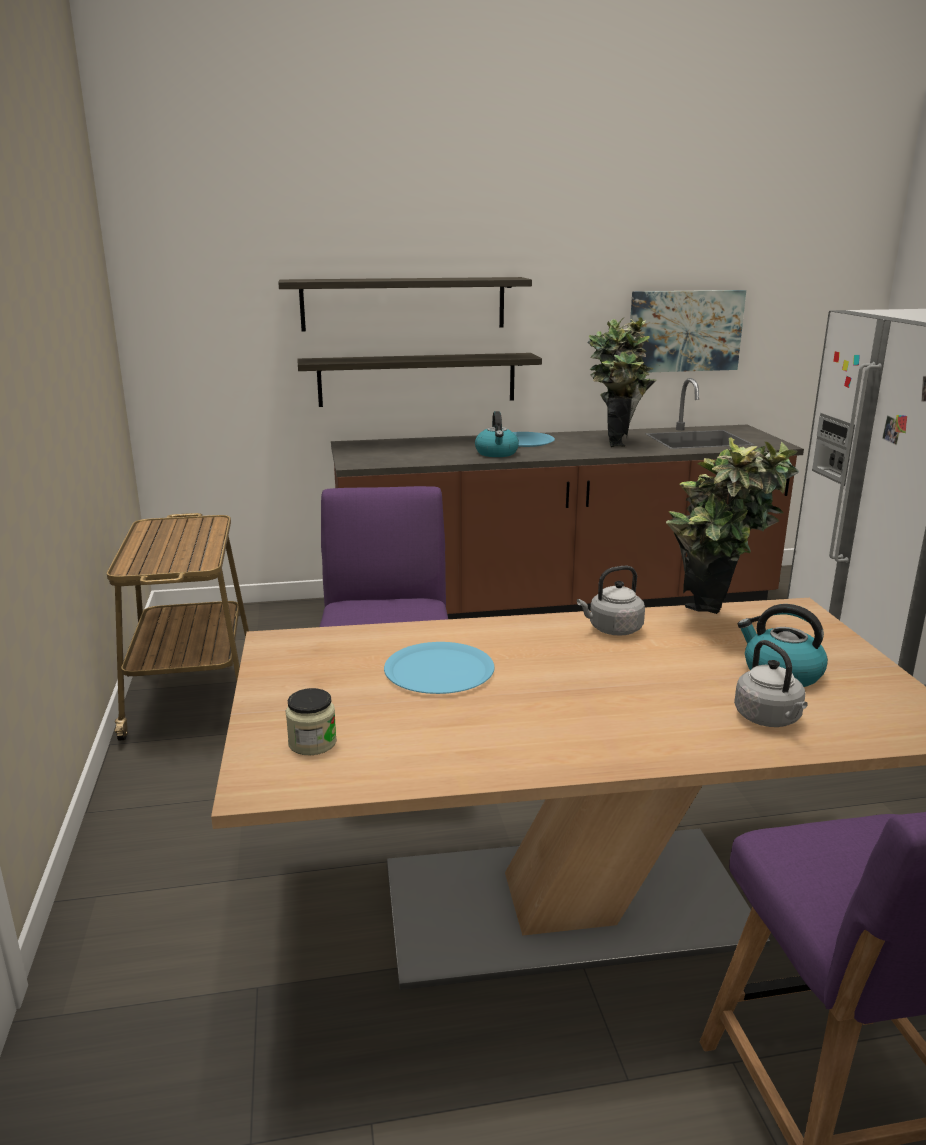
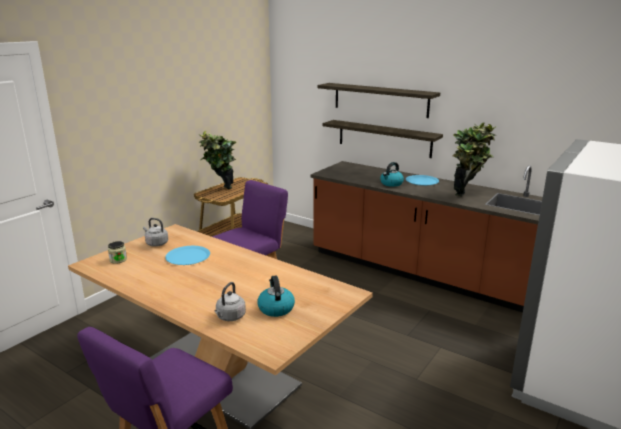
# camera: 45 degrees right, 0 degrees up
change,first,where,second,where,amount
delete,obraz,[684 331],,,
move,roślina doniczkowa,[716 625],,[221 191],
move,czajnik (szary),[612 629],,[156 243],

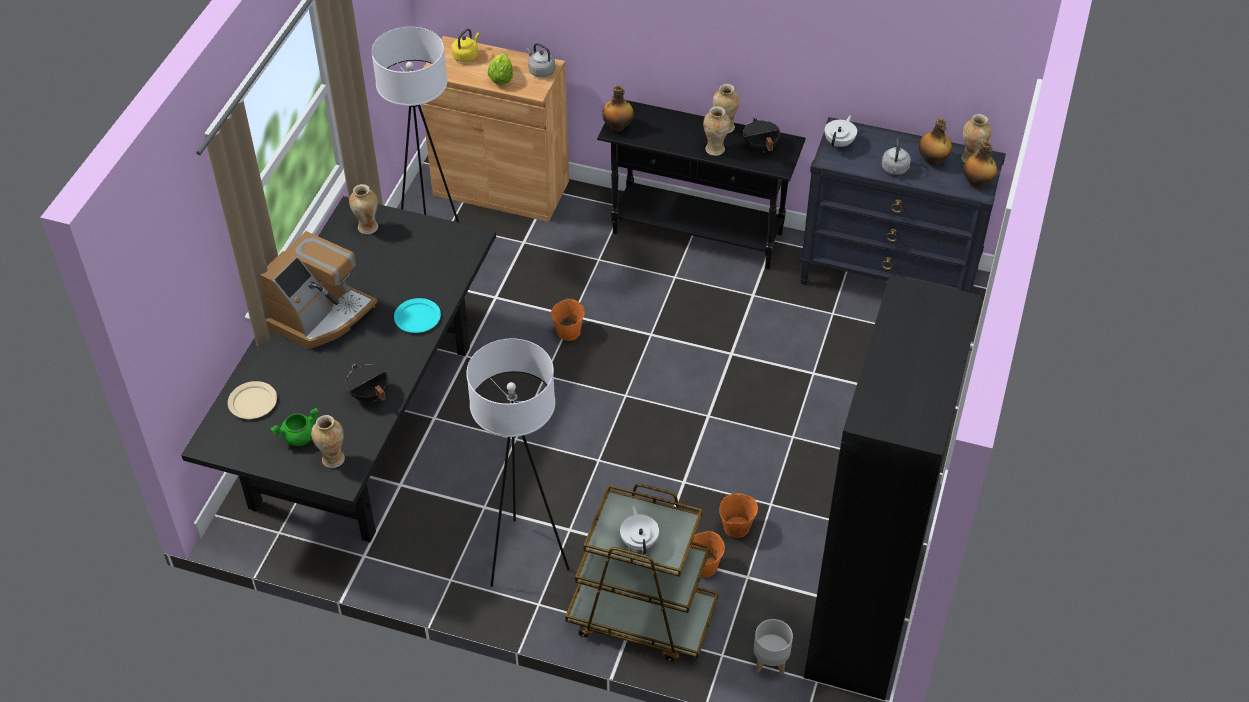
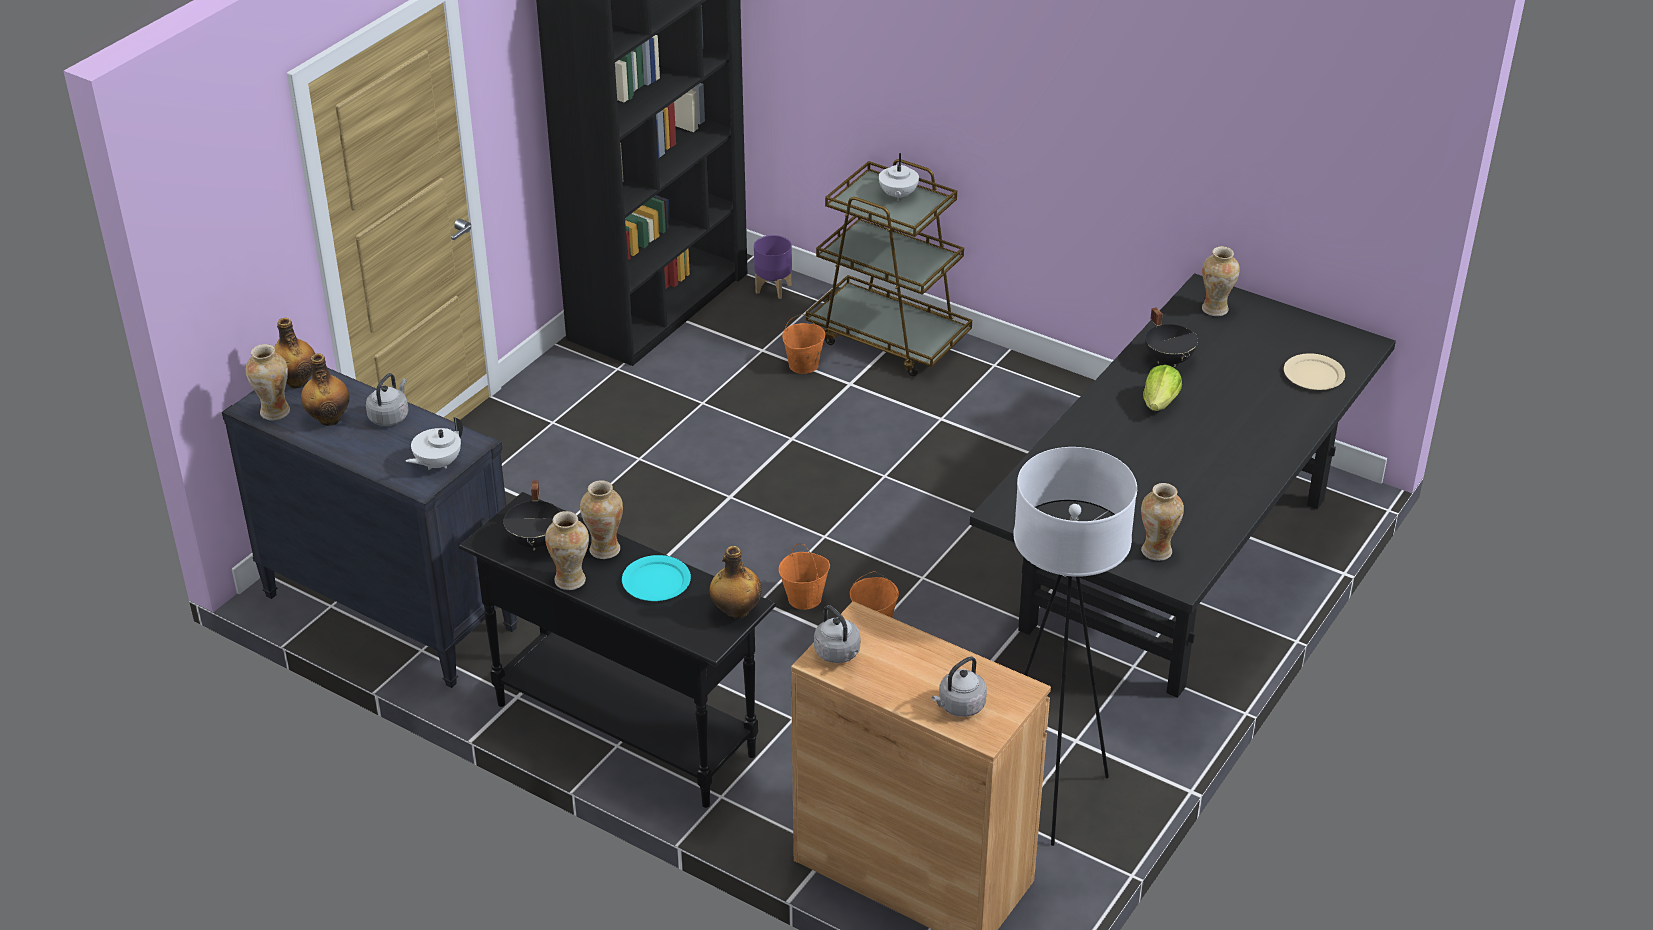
# camera: 165 degrees left, 10 degrees down
change,first,where,second,where,amount
recolor,czajnik (żółty),[466 56],czajnik (szary),[959 706],
move,sałata,[501 78],,[1160 403],
delete,ekspres do kawy,[321 316],,,
move,talerz (turkusowy),[417 318],,[656 581],
delete,lampa stojąca (biały),[524 557],,,
delete,garnek (zielony),[299 437],,,
move,wiadro (pomarańczowy),[736 527],,[805 598],
recolor,donica (szary),[770 662],donica (fioletowy),[773 288],

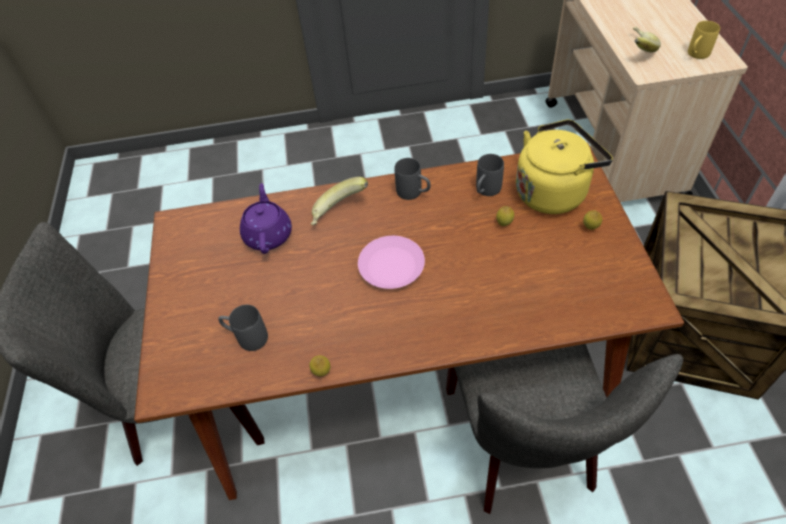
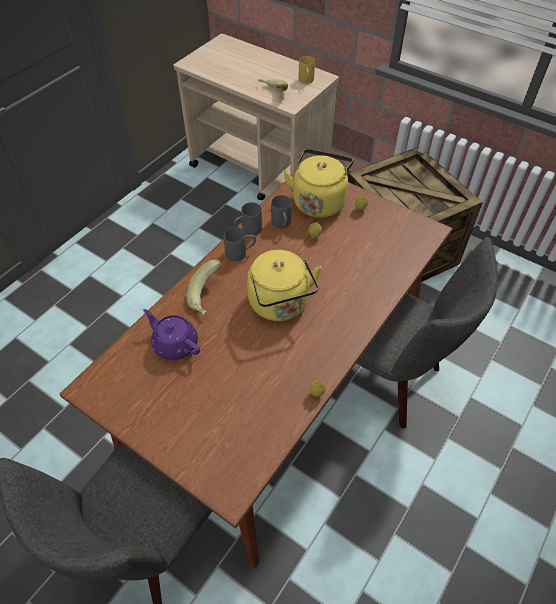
# camera: 50 degrees left, 0 degrees up
change,first,where,second,where,amount
replace,talerz (różowy),[391 267],czajnik (żółty),[281 305],
move,kubek (szary),[246 337],,[248 230],

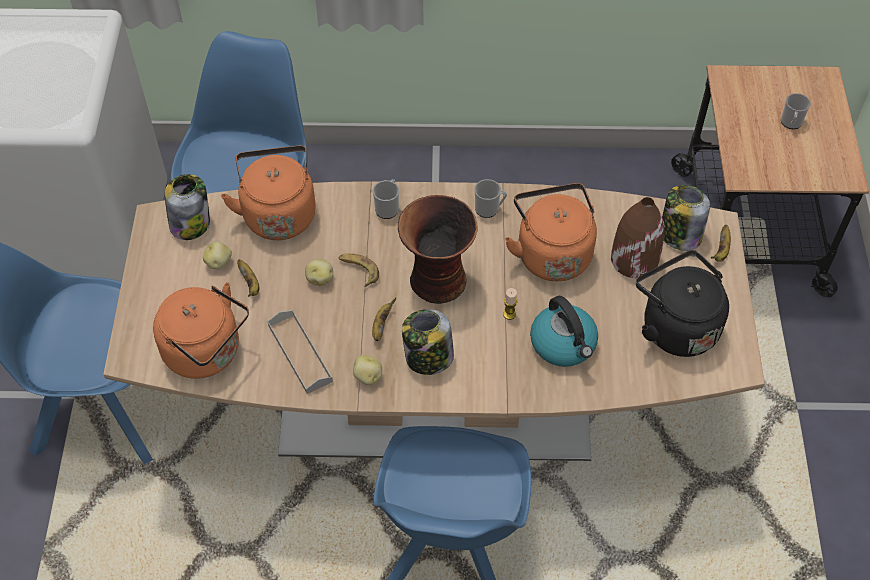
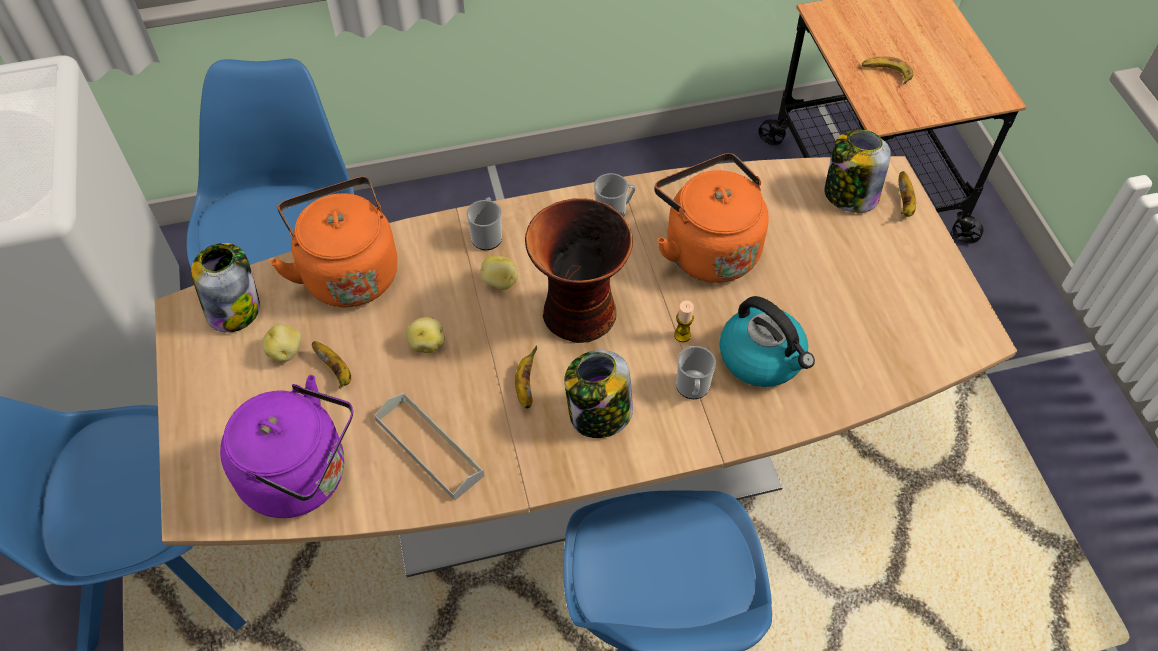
# camera: 15 degrees left, 0 degrees up
change,first,where,second,where,amount
move,kubek,[791 123],,[692 389],
delete,wazon (brązowy),[634 259],,,
delete,czajnik (czarny),[675 326],,,
move,banan,[358 270],,[886 73],
recolor,czajnik (pomarańczowy),[207 352],czajnik (fioletowy),[302 476],
move,ziemniak,[368 377],,[500 282],

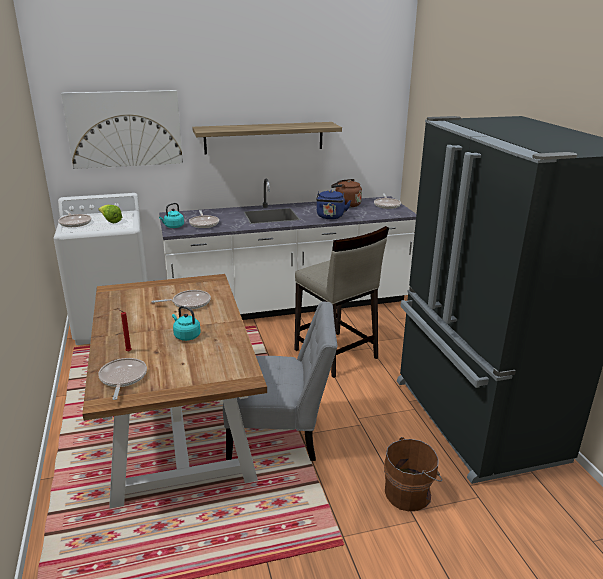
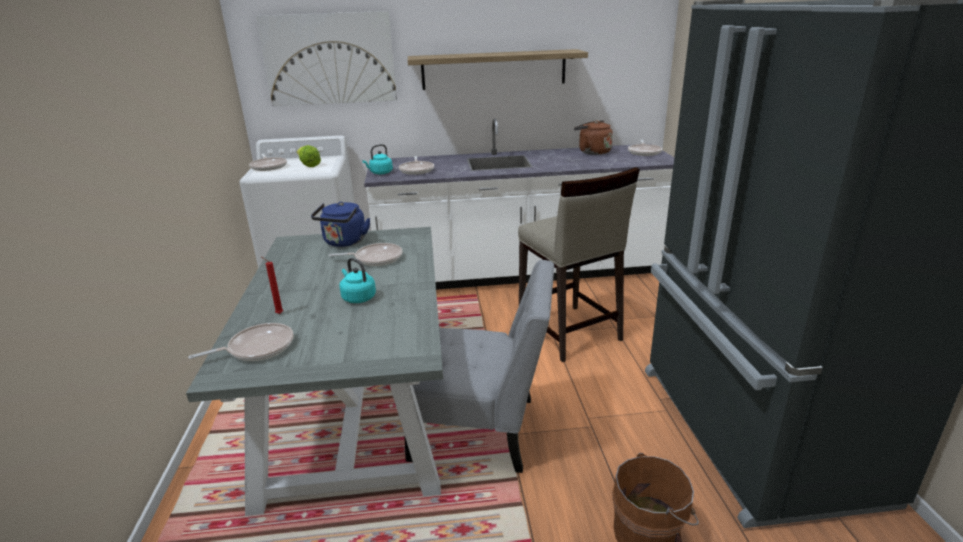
# camera: 10 degrees right, 0 degrees up
change,first,where,second,where,amount
move,czajnik (niebieski),[330 217],,[344 242],
recolor,stół jadalny (brązowy),[177 424],stół jadalny (szary),[357 409],
rotate,patelnia,[122 378],,[257 348],60 degrees clockwise

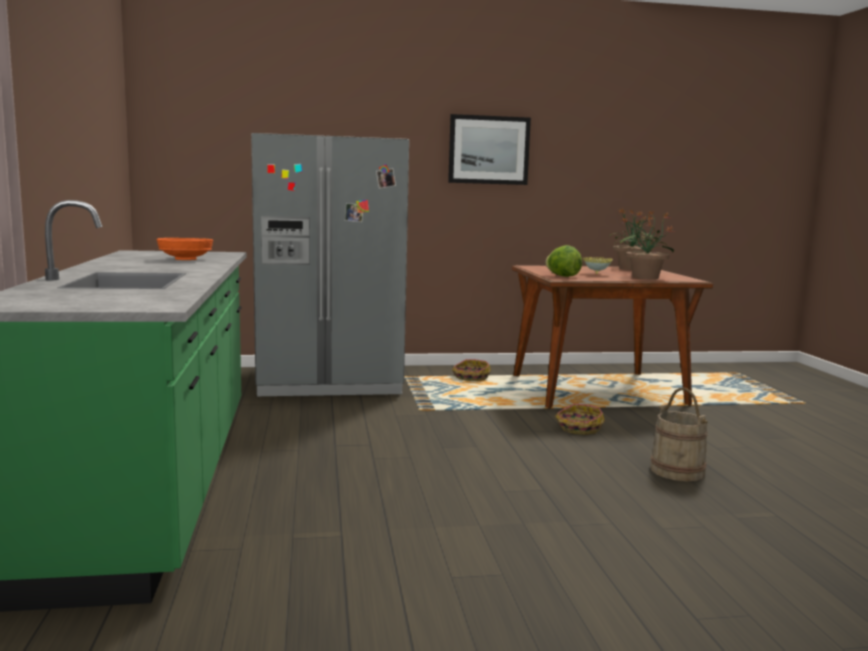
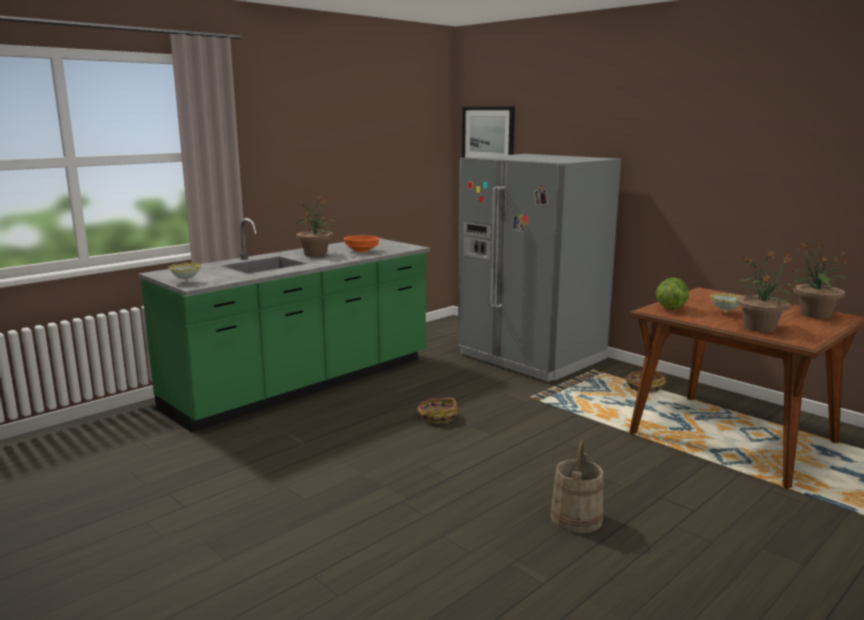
# camera: 55 degrees right, 5 degrees up
change,first,where,second,where,amount
move,obraz,[488 150],,[488 134],
move,koszyk,[578 428],,[437 417],
insert,,,roślina doniczkowa,[316 254],
insert,,,miska,[186 282],

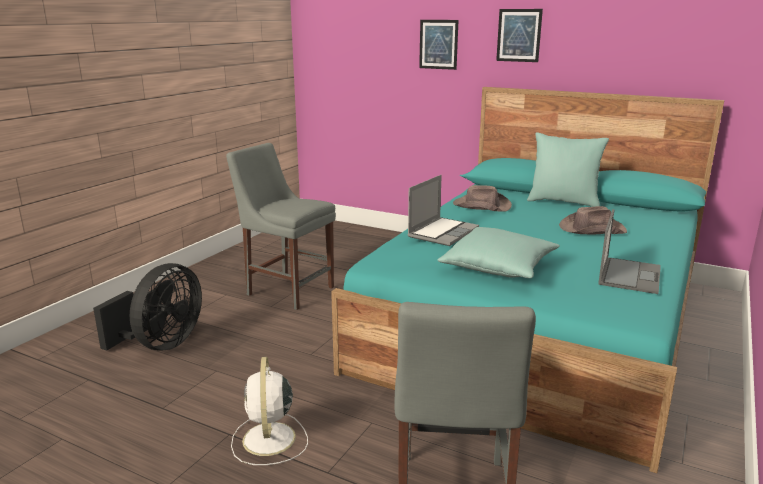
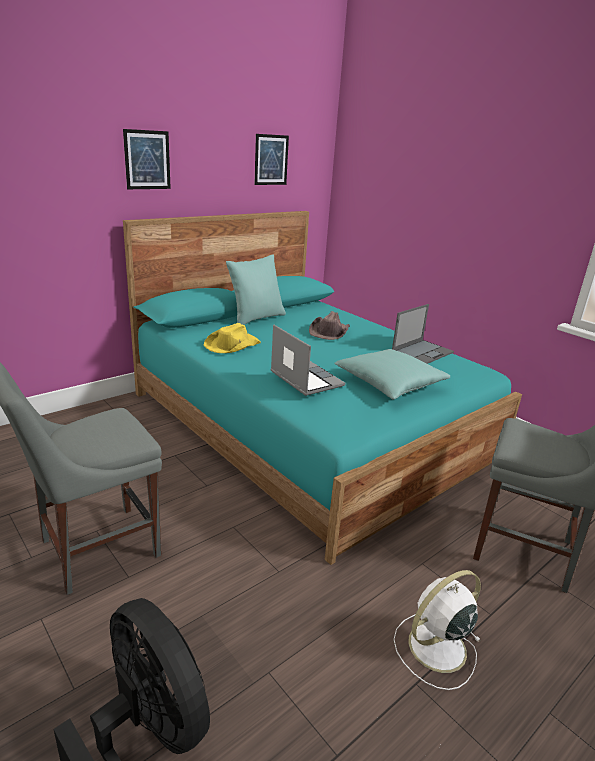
# camera: 70 degrees left, 5 degrees up
change,first,where,second,where,amount
move,obraz,[438 44],,[271 160],
recolor,kapelusz (brązowy),[481 205],kapelusz (żółty),[232 345],
rotate,laptop,[629 275],,[422 352],90 degrees clockwise
rotate,wentylator (biały),[269 440],,[435 648],135 degrees clockwise

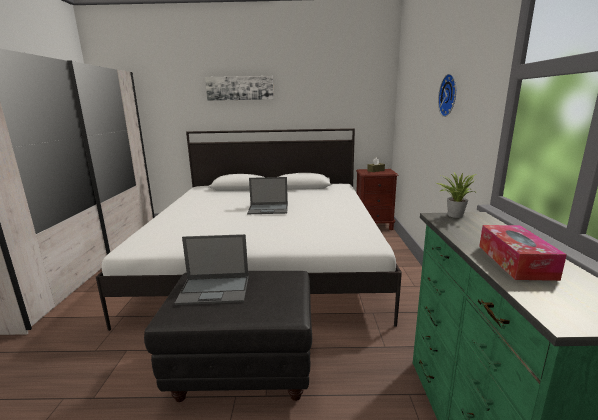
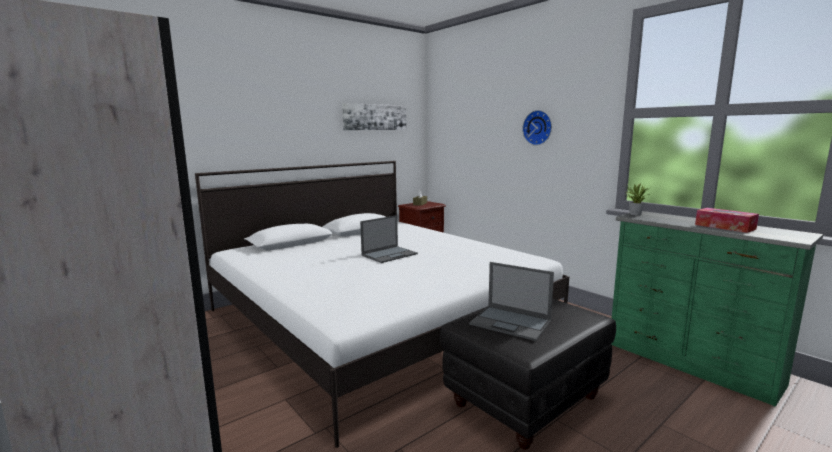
# camera: 40 degrees left, 5 degrees down
change,first,where,second,where,amount
move,obraz,[240 88],,[375 117],
rotate,laptop,[215 290],,[511 323],75 degrees clockwise

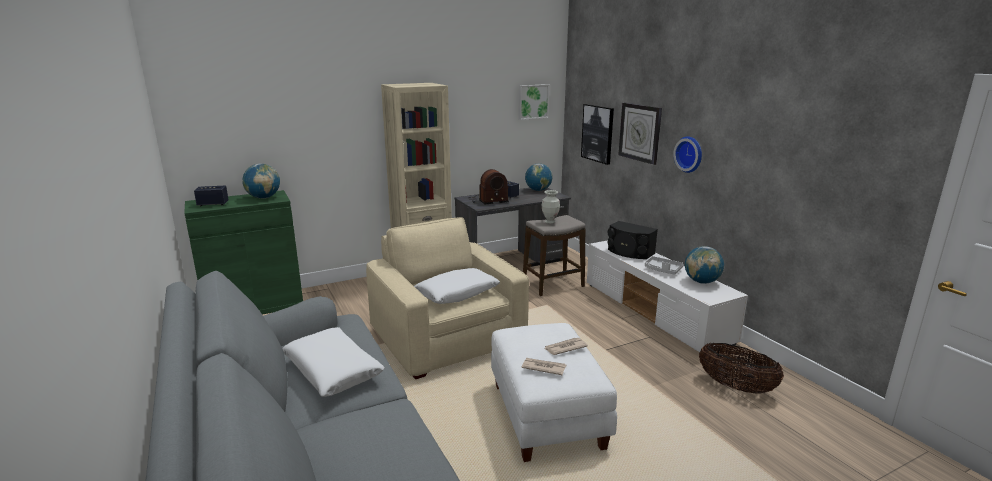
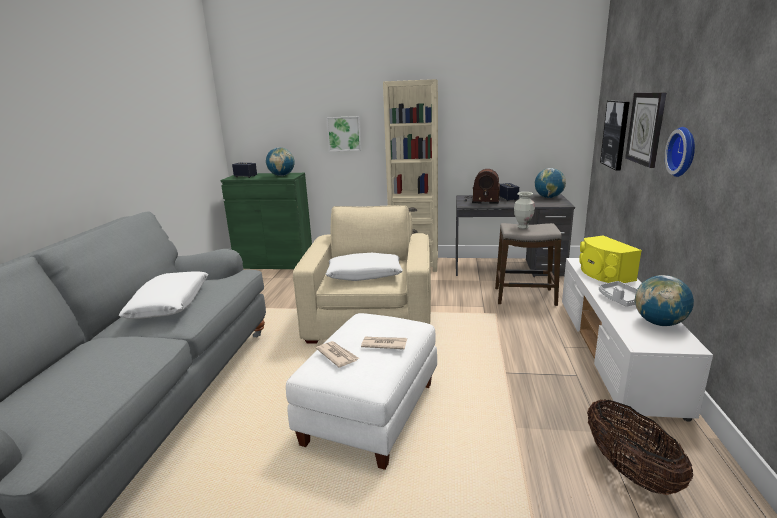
# camera: 35 degrees right, 0 degrees up
change,first,where,second,where,amount
move,obraz,[532 101],,[344 133],
recolor,głośnik (czarny),[629 252],głośnik (żółty),[604 274],

